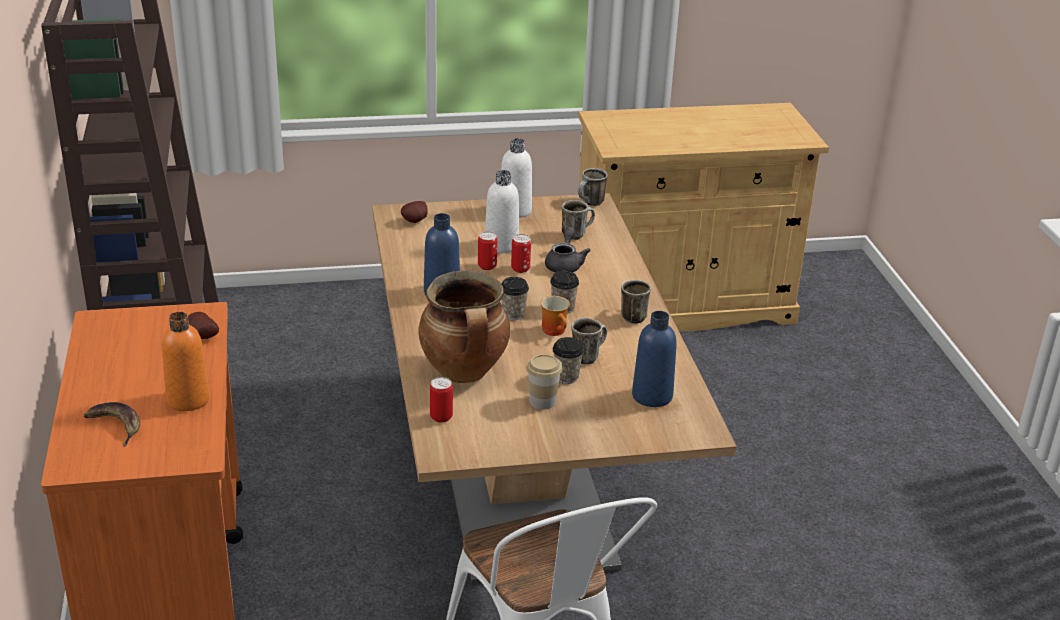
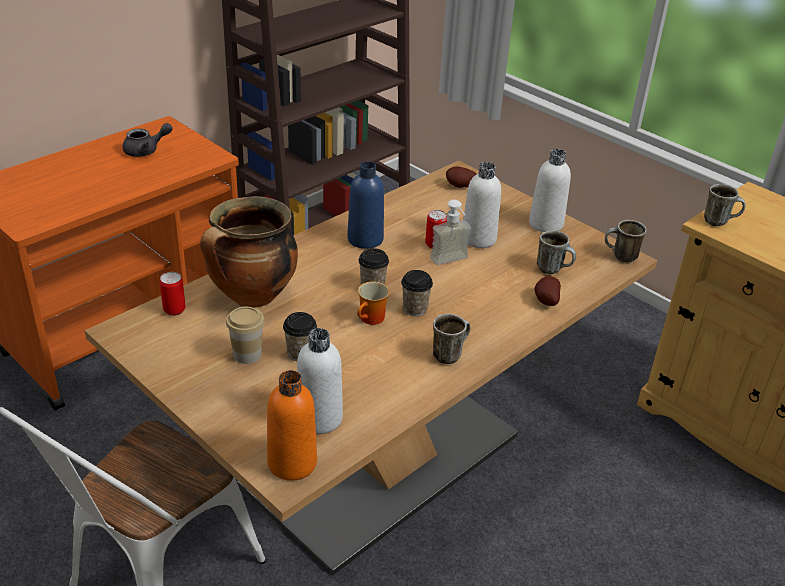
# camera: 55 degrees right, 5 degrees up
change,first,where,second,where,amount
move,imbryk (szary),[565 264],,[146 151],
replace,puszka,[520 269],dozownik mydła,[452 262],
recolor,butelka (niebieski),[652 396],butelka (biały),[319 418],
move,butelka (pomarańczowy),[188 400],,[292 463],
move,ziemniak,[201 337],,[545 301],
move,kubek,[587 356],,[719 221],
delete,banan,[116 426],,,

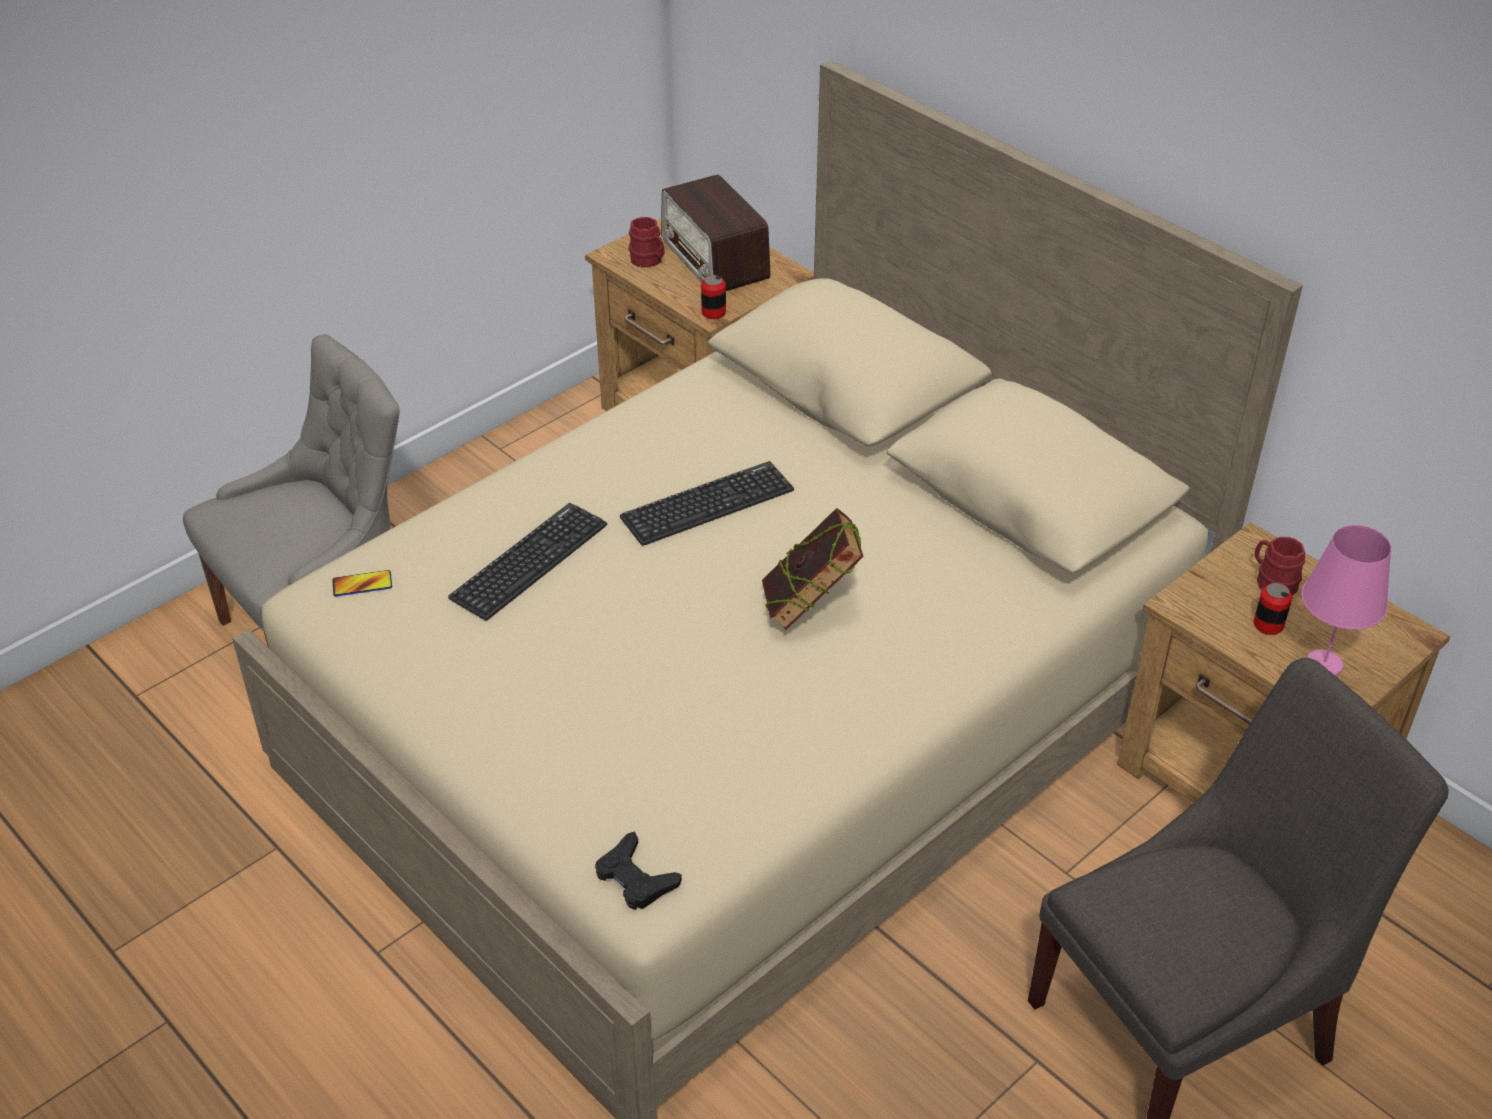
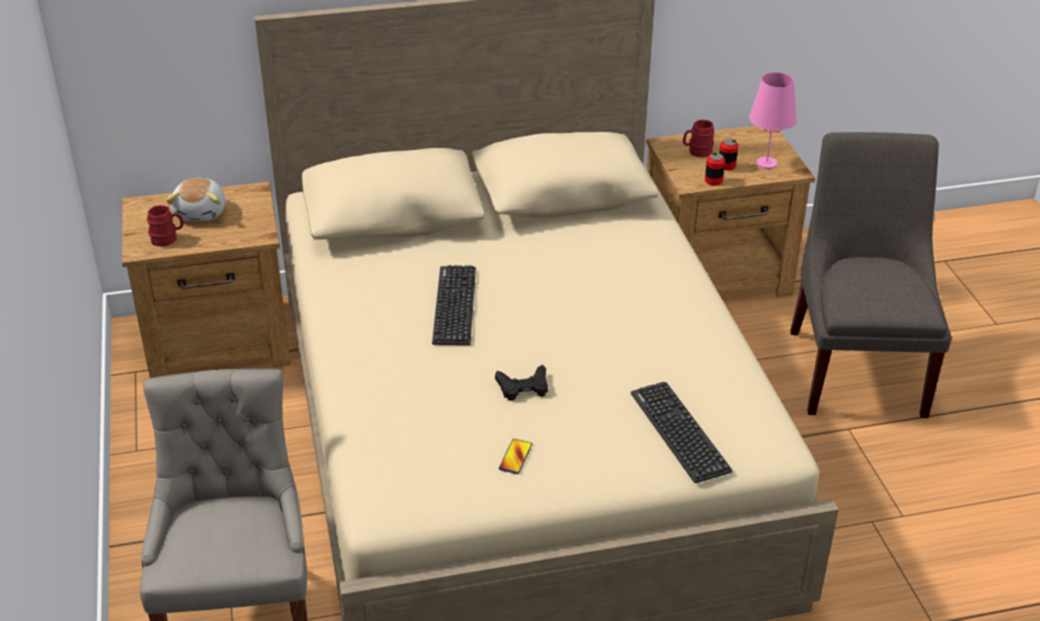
# camera: 60 degrees left, 5 degrees down
change,first,where,second,where,amount
replace,radio,[715 259],pluszak,[201 212],
move,puszka,[713 312],,[713 181],
move,klawiatura,[529 561],,[679 432],
delete,książka,[810 608],,,
move,telefon,[362 584],,[515 457],
move,pad do gier (czarny),[635 878],,[523 387],

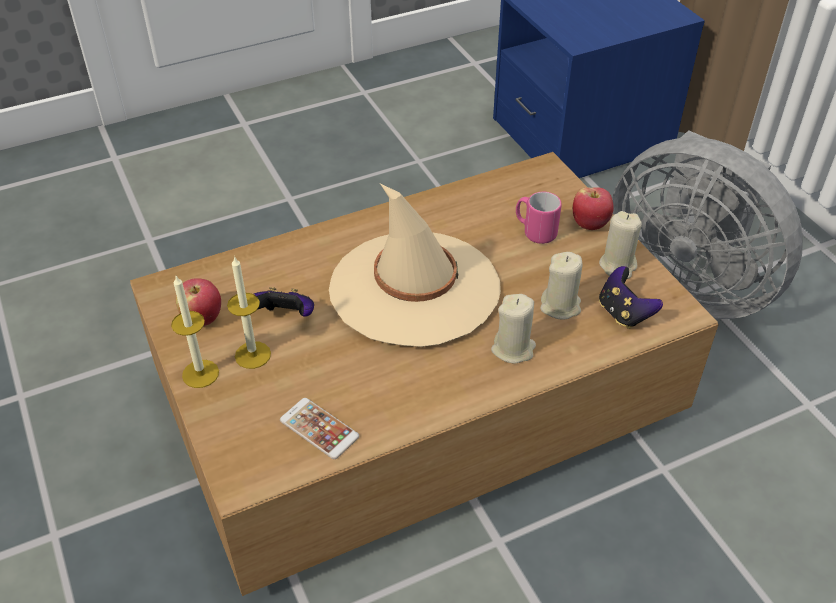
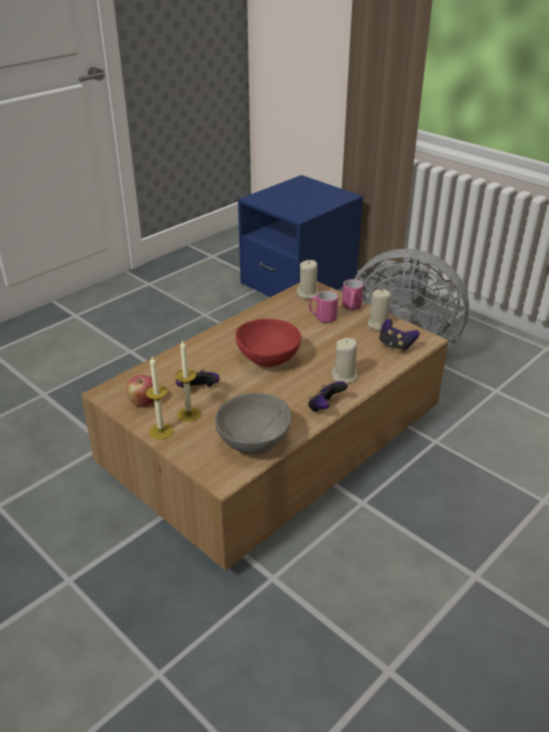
# camera: 20 degrees left, 10 degrees down
change,first,where,second,where,amount
replace,kapelusz (beżowy),[414 288],miska (czerwony),[268 359],
replace,jabłko,[590 224],kubek (różowy),[351 308],
move,świeca (beżowy),[560 306],,[308 294],
replace,telefon,[319 428],miska (szary),[254 441],
insert,,,pad do gier,[325 407],

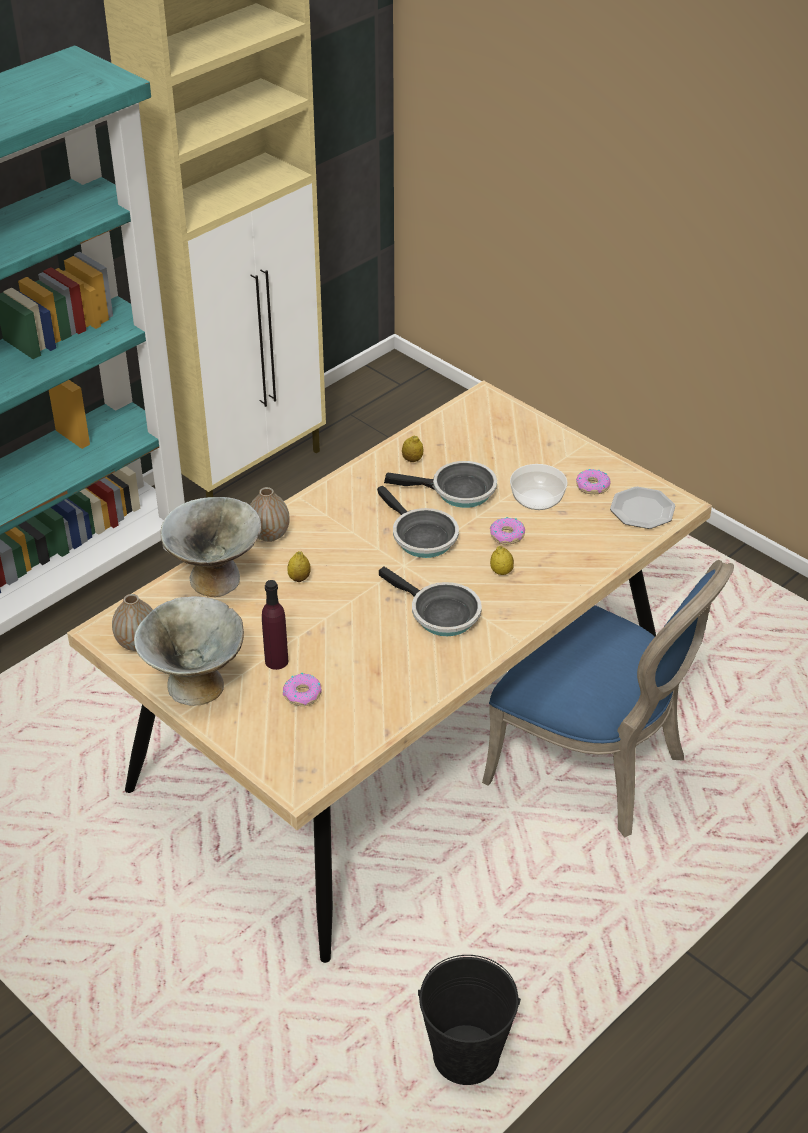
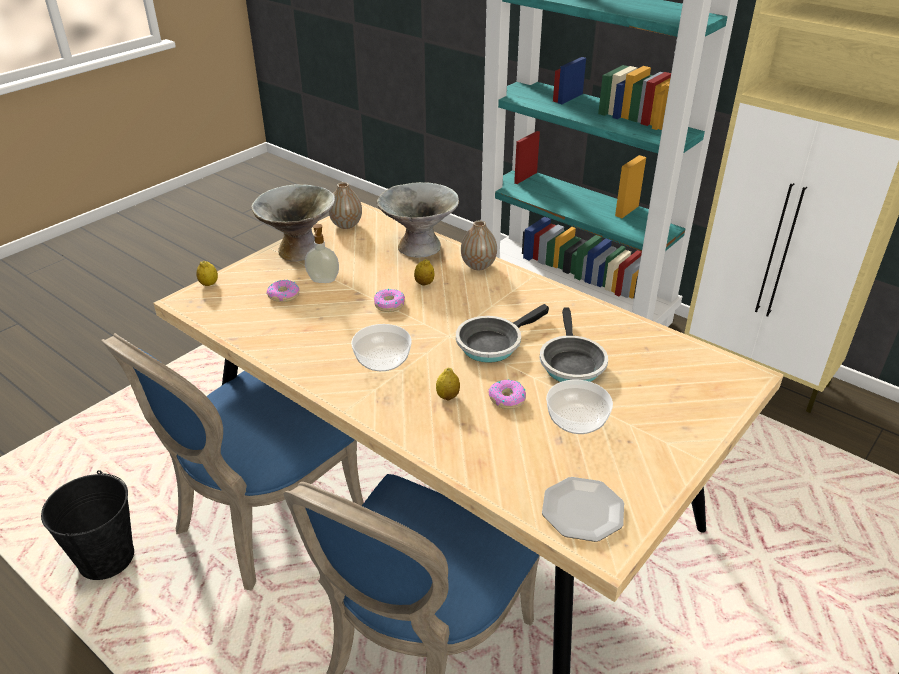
# camera: 85 degrees right, 5 degrees down
change,first,where,second,where,amount
move,cytryna,[412 460],,[209 284],
move,donut,[592 486],,[389 304],
replace,patelnia,[440 614],miska,[381 360],
replace,butelka (fioletowy),[276 661],dozownik mydła,[323 281],
insert,,,krzesło (niebieski),[260 522],

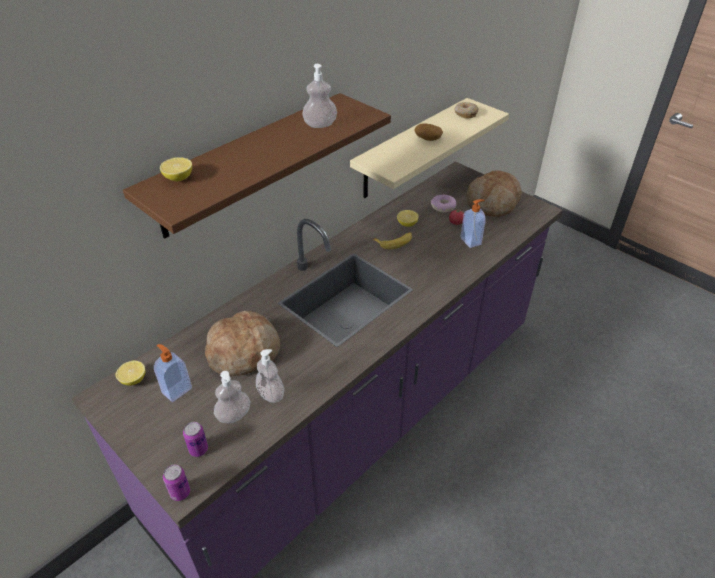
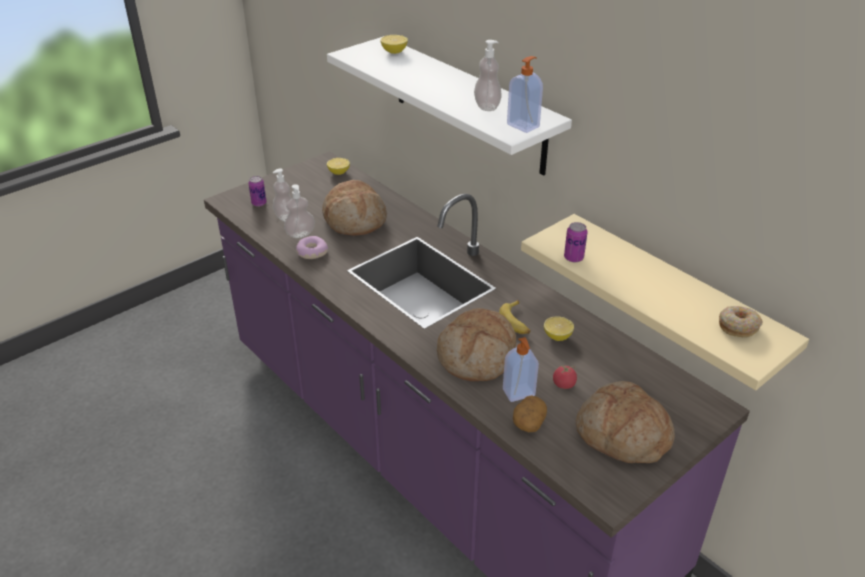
# camera: 95 degrees right, 5 degrees down
change,first,where,second,where,amount
recolor,półka (brązowy),[247 164],półka (biały),[468 105],
move,ziemniak,[427 139],,[528 421],
move,donut,[443 207],,[311 252],
move,dozownik mydła,[176 390],,[523 125],
move,puszka,[180 492],,[573 258],
insert,,,chleb,[477 356],

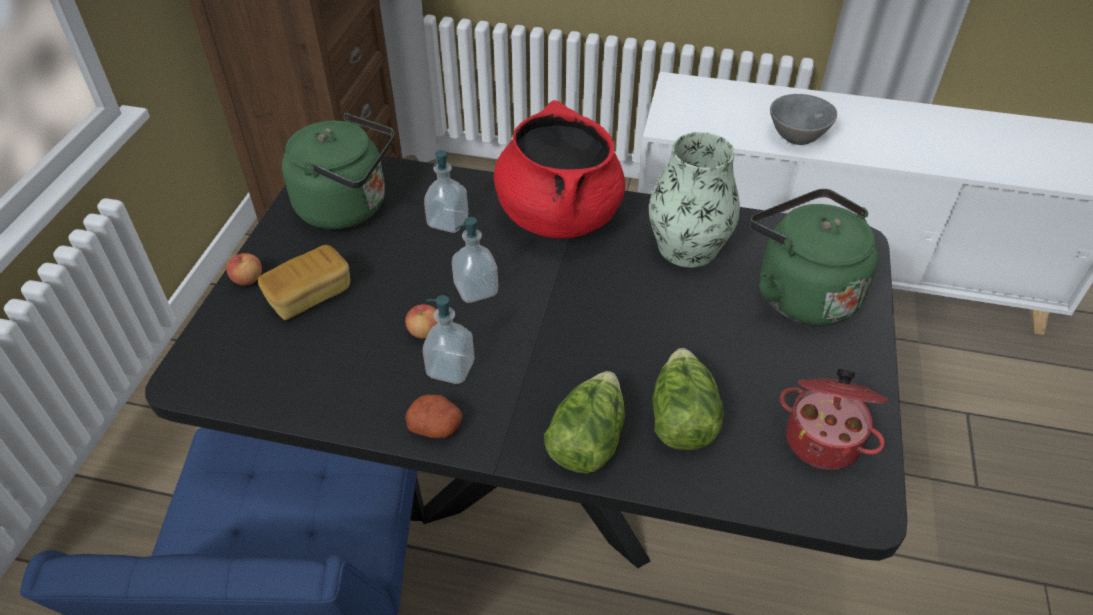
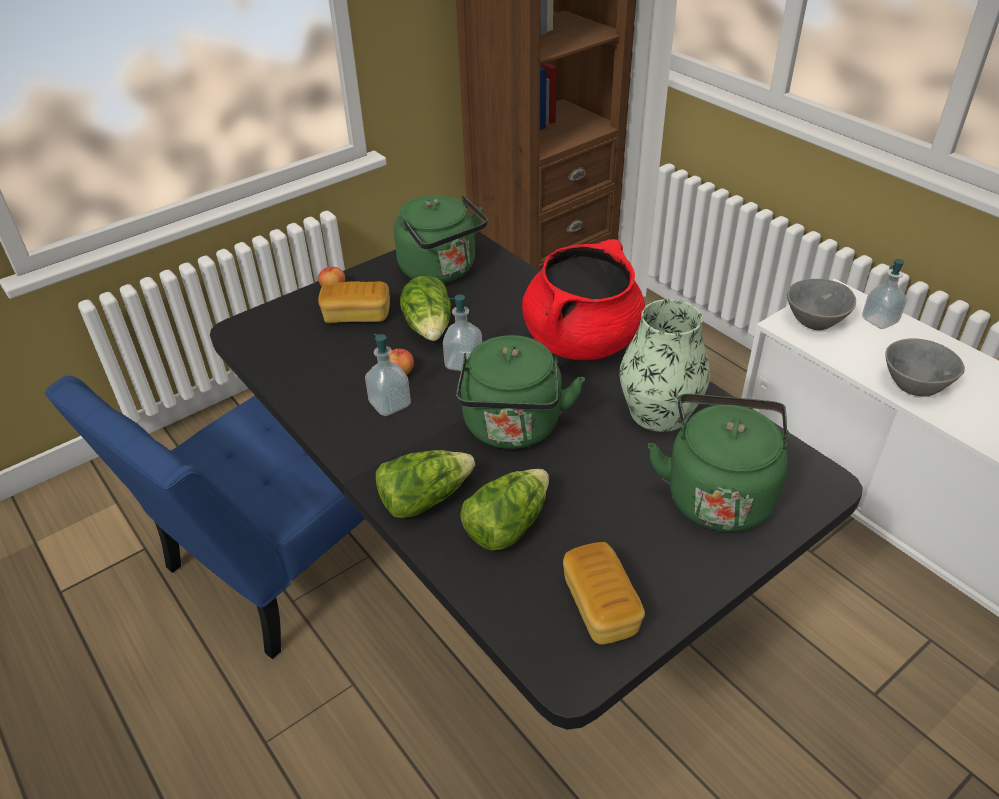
# camera: 40 degrees right, 5 degrees down
change,first,where,second,where,amount
move,dozownik mydła,[448 222],,[879 320],
replace,garnek,[823 439],chleb,[600 607],
delete,ziemniak,[436 426],,,
insert,,,sałata,[430 328],
insert,,,miska (szary),[813 321],
insert,,,czajnik (zielony),[513 429],

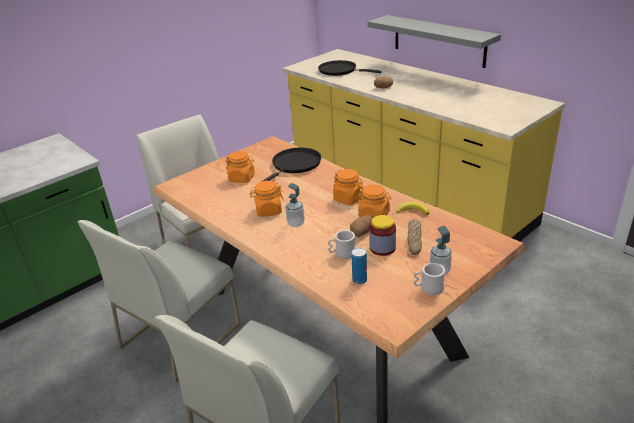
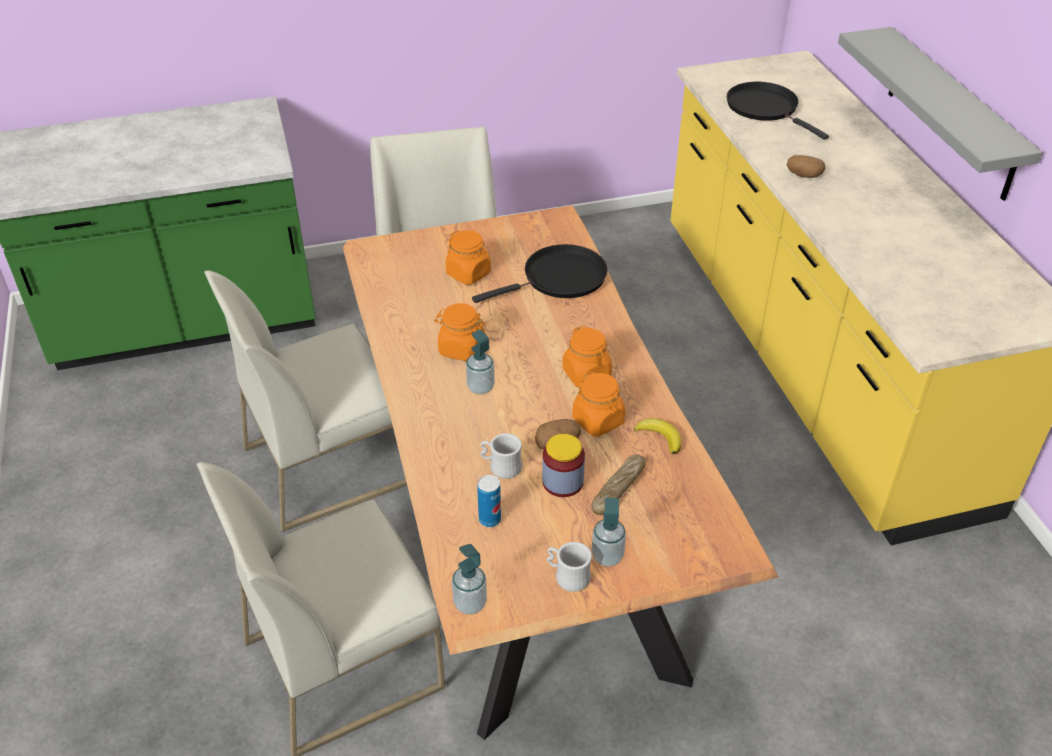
# camera: 25 degrees right, 10 degrees up
change,first,where,second,where,amount
insert,,,dozownik mydła,[470 603],

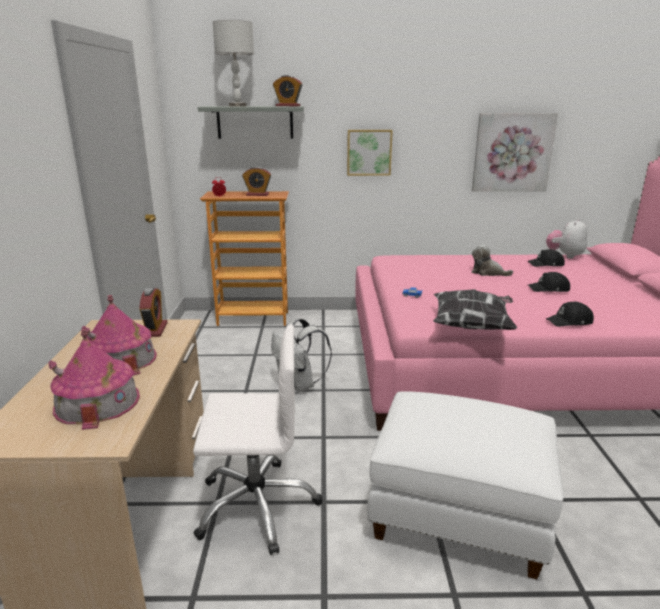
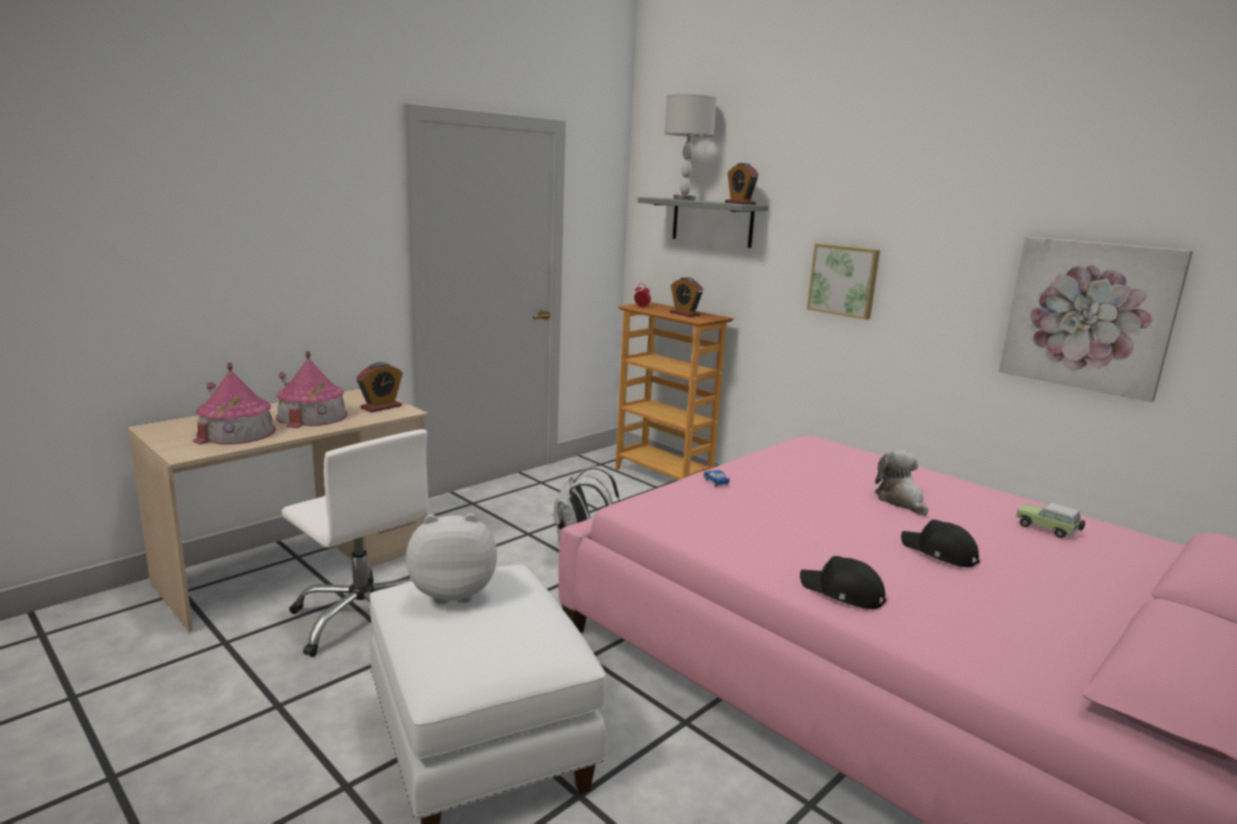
# camera: 45 degrees right, 5 degrees down
change,first,where,second,where,amount
move,pluszak,[565 256],,[453 593],
replace,czapka z daszkiem (czarny),[546 264],samochodzik,[1048 530],
delete,poduszka,[472 326],,,

